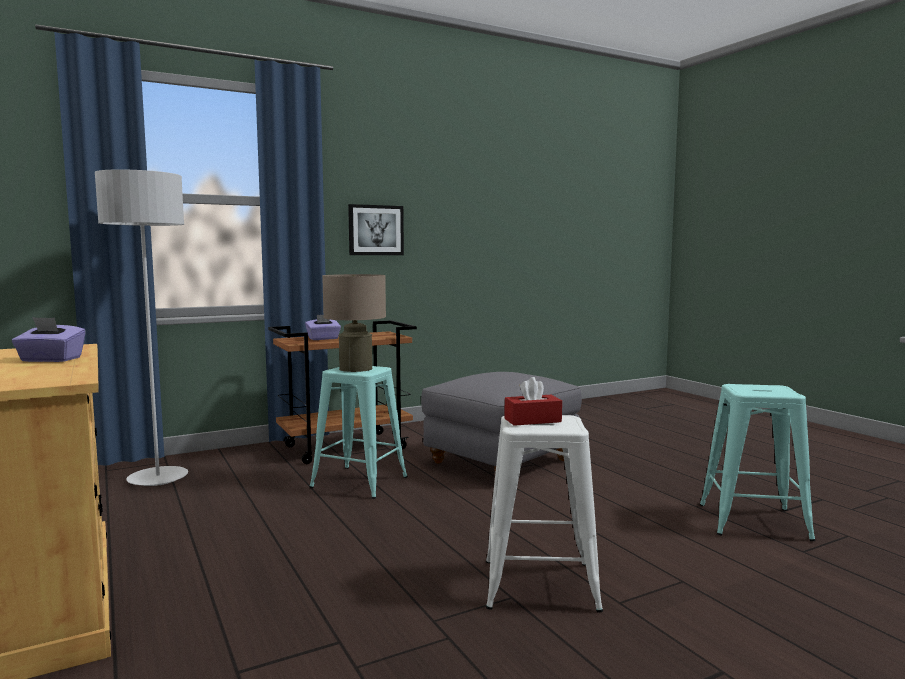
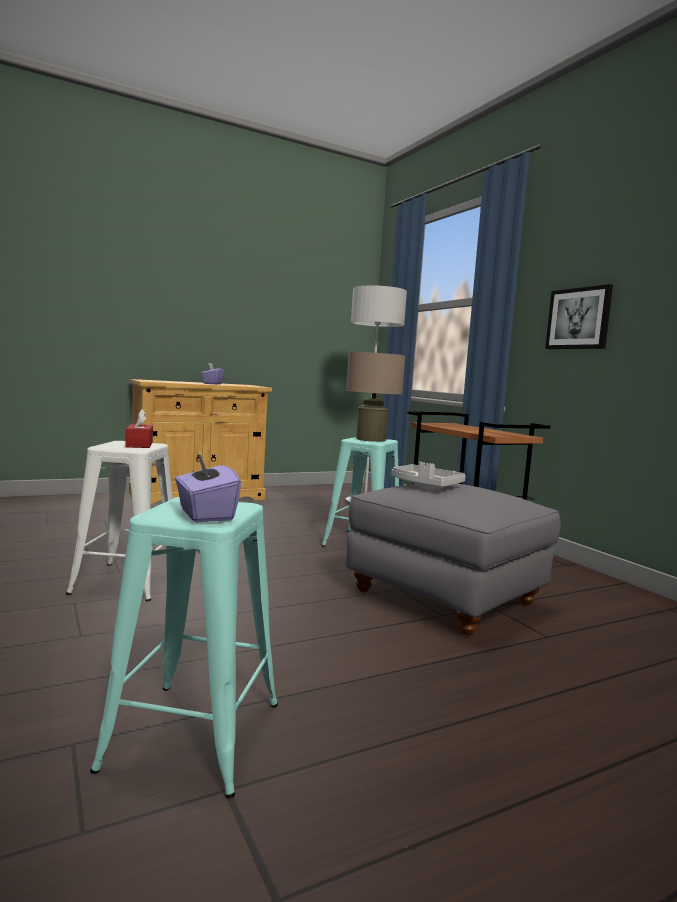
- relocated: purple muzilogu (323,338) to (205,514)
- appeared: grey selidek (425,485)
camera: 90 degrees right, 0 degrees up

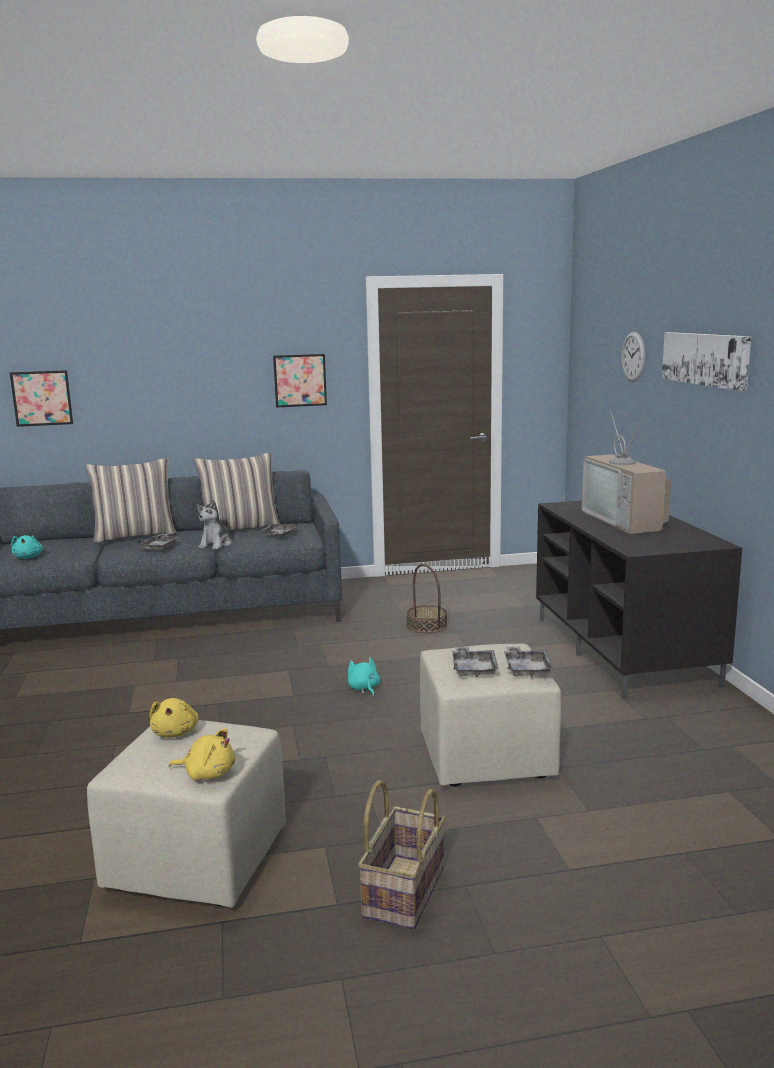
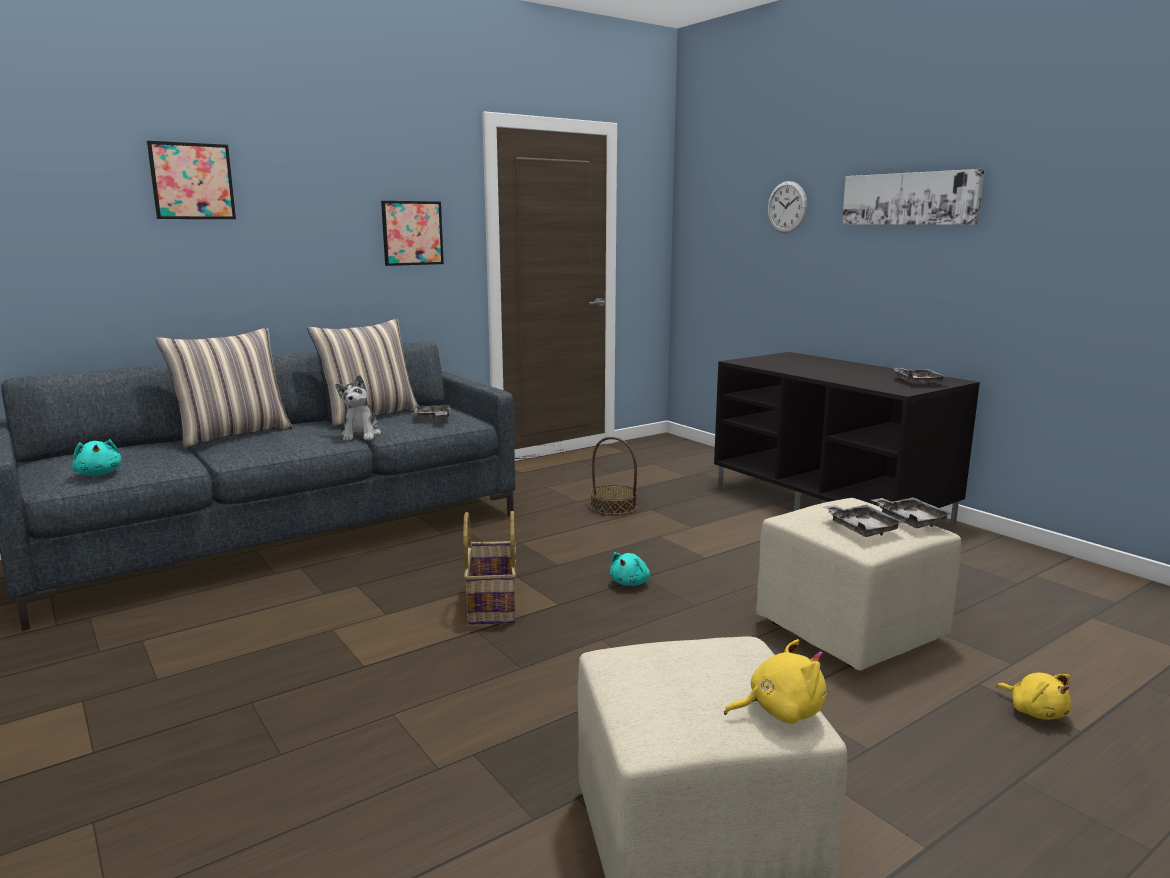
- relocated: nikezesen (42,398) to (192,181)
- missing: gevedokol (626,520)
- relocated: grey selidek (160,547) to (917,382)
- spun: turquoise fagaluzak (364,689) = (630,583) 105 degrees counterclockwise
- relocated: yellow fagaluzak (175,732) to (1035,711)
- relocated: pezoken (403,891) to (491,604)
camera: 25 degrees left, 0 degrees up

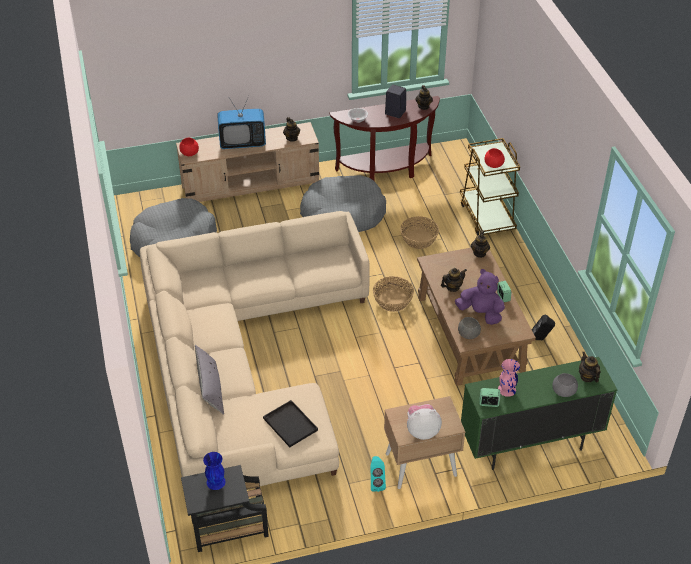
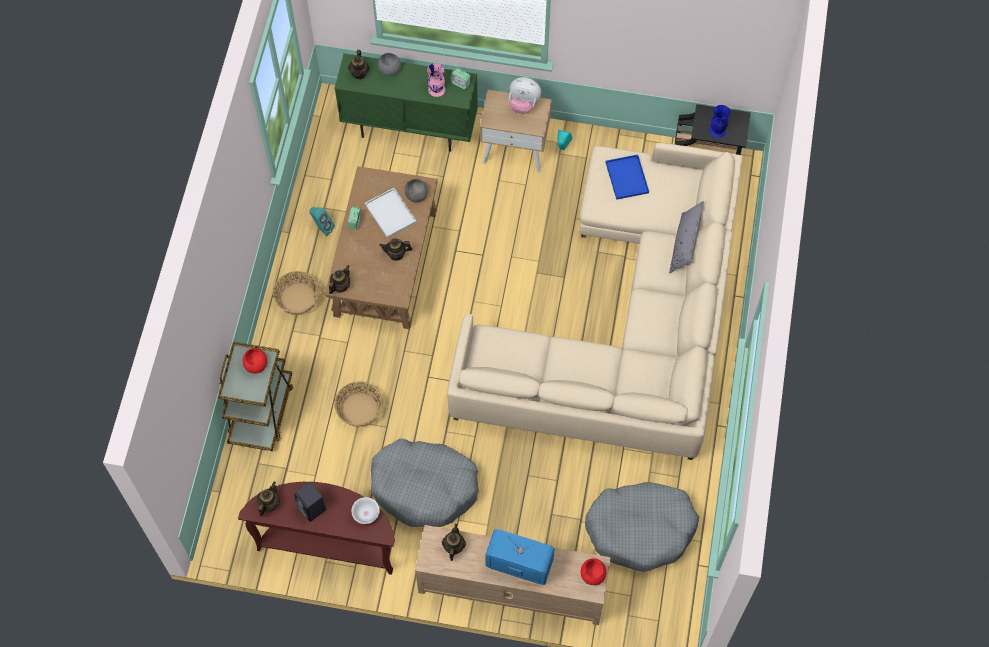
- exchanged: purple fagaluzak (480,313) to white selidek (389,213)
- relocated: pezoken (393,301) to (297,298)
- colour: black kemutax (540,339) to turquoise kemutax (322,228)
- colour: black selidek (291,424) to blue selidek (626,177)
camera: 155 degrees left, 20 degrees up

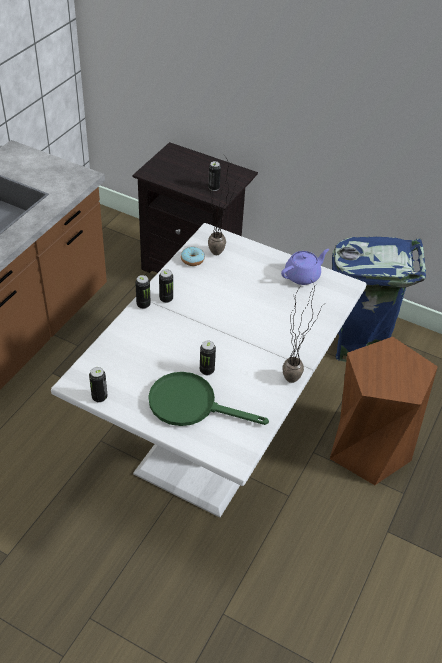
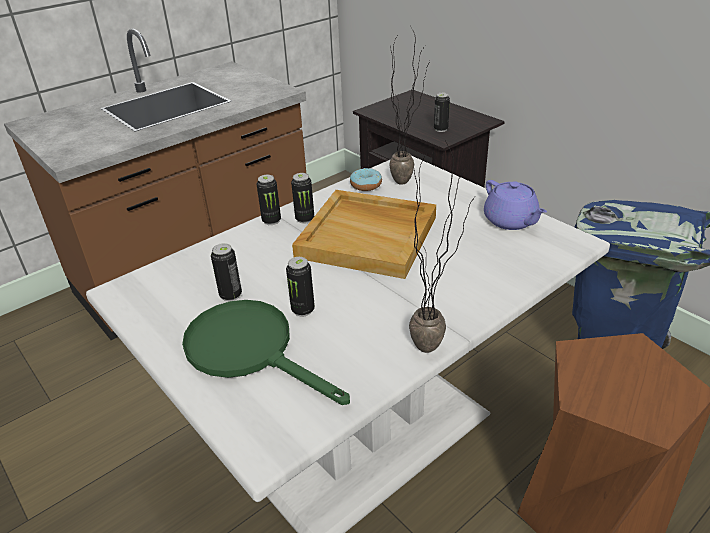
- spun: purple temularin (303,276) = (511,221) 75 degrees clockwise
- relocated: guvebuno (99,397) to (231,295)
- appeared: beige selidek (369,236)
camera: 25 degrees right, 10 degrees down

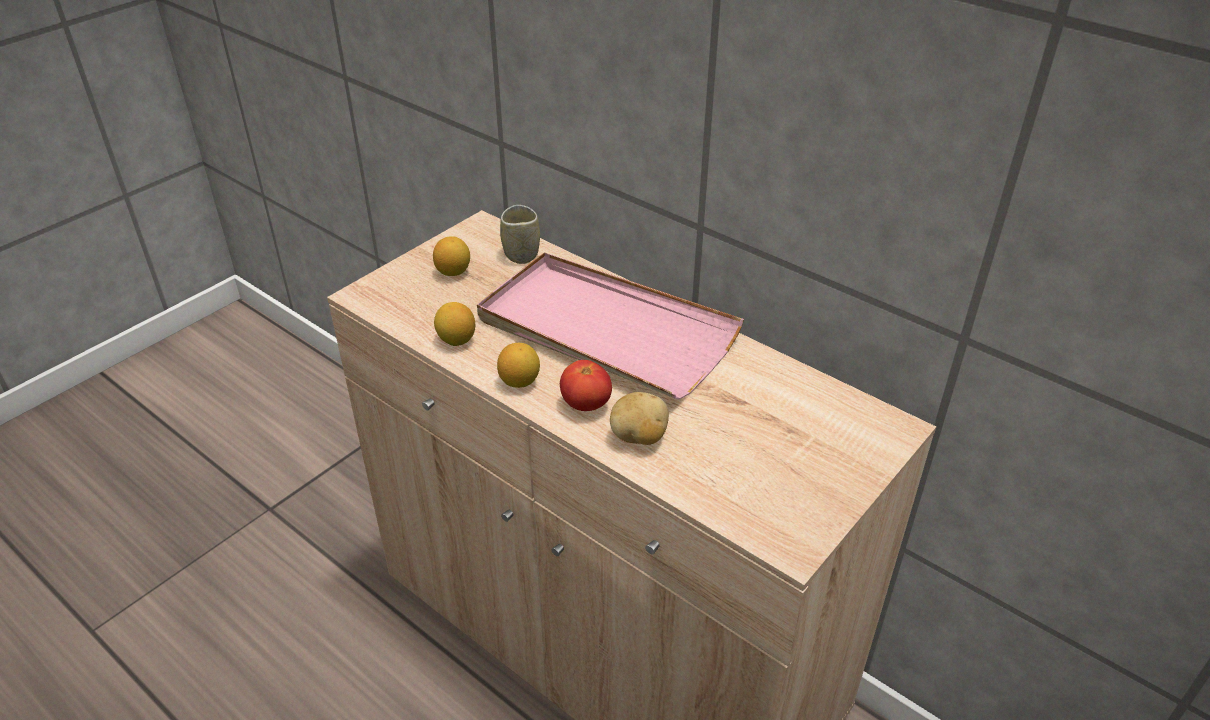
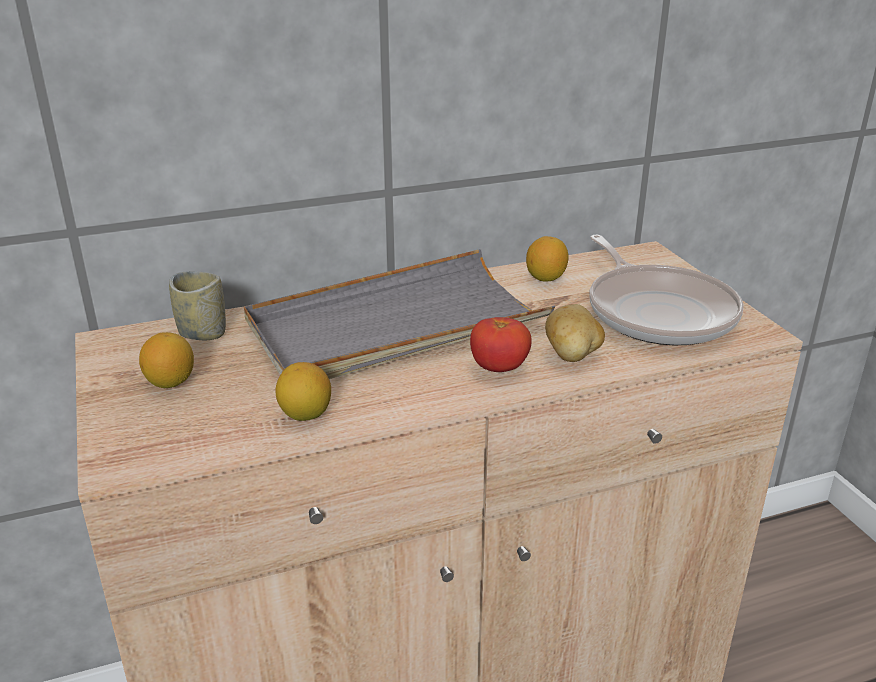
- colour: pink selidek (605,331) to grey selidek (395,326)
- relocated: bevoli (519,381) to (545,278)
- appeared: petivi (657,312)
camera: 60 degrees left, 10 degrees down

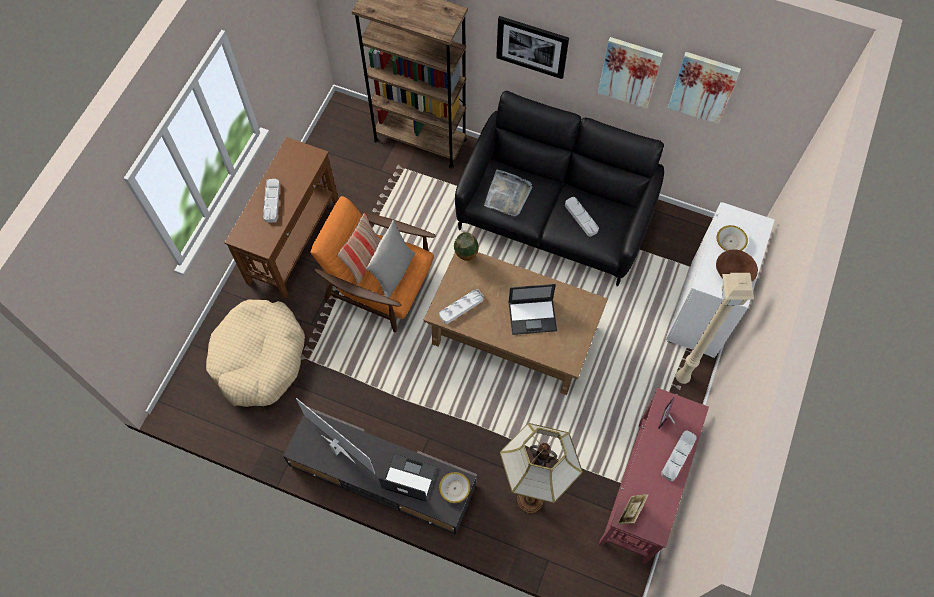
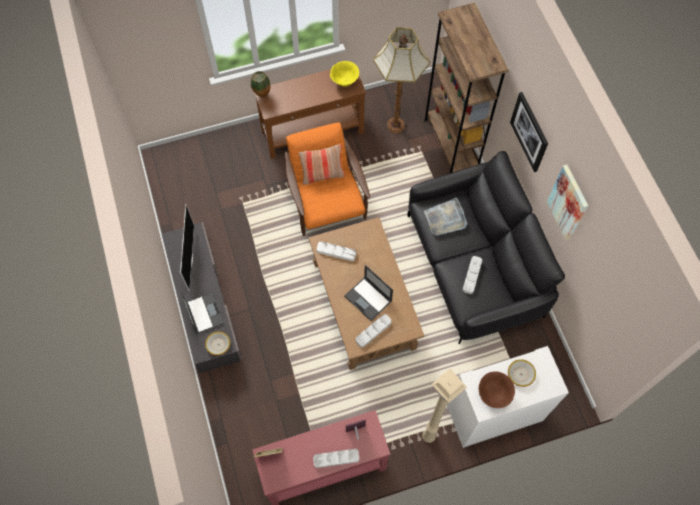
- missing: nikezesen (703,87)
- relocated: grey selidek (272,202) to (373,331)
- missing: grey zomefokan (393,273)
- relocated: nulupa (466,257) to (262,95)
- missing: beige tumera (259,358)
- relocated: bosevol (530,501) to (395,126)
- appeared: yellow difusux (344,81)
camera: 50 degrees right, 0 degrees up

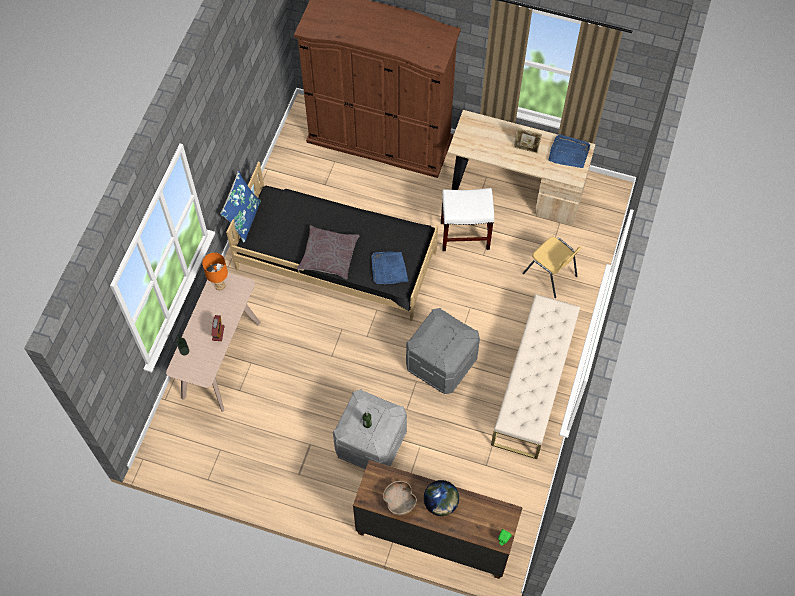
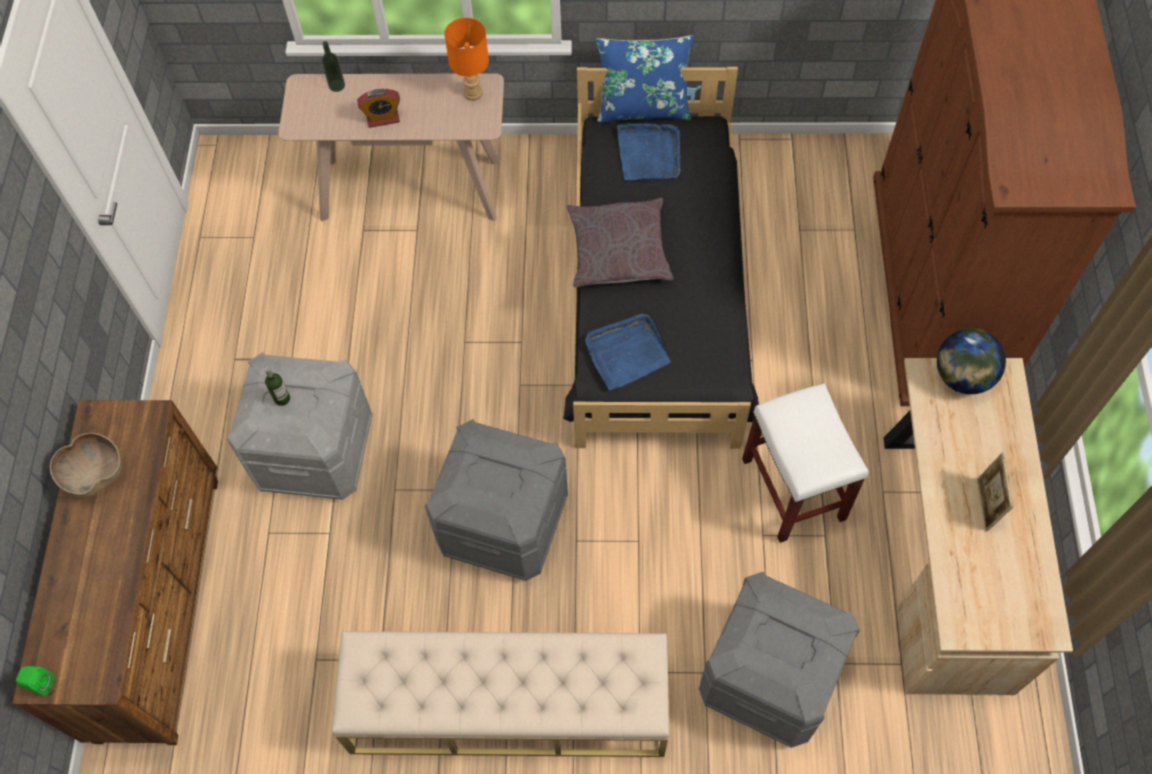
- relocated: blue selidek (568,153) to (649,154)
- exchanged: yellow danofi (550,275) to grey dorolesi (768,677)
- relocated: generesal (441,503) to (962,377)
camera: 75 degrees right, 0 degrees up

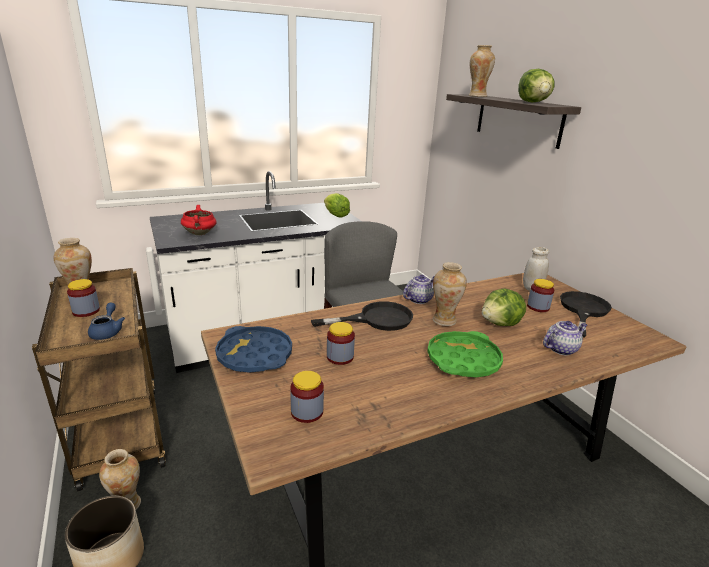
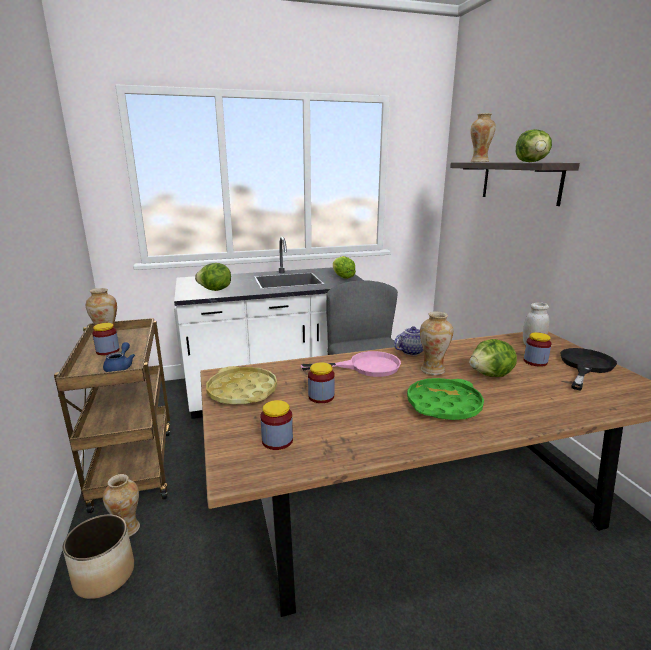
- exchanged: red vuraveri (200,234) to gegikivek (215,290)
- colour: black petivi (376,319) to pink petivi (365,366)
- missing: temularin (561,349)
- colour: blue selidek (254,355) to yellow selidek (242,391)
camera: 10 degrees right, 5 degrees down

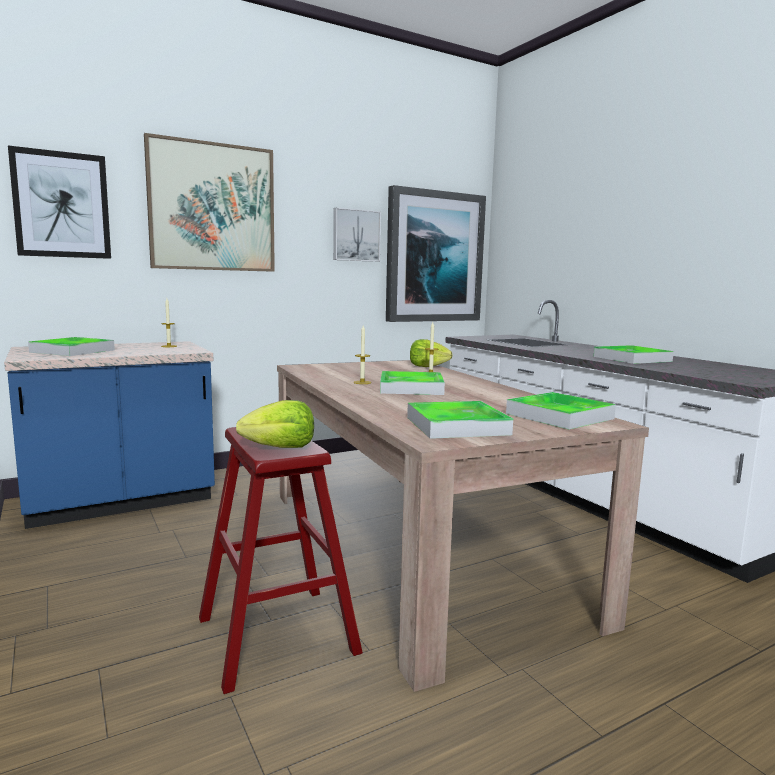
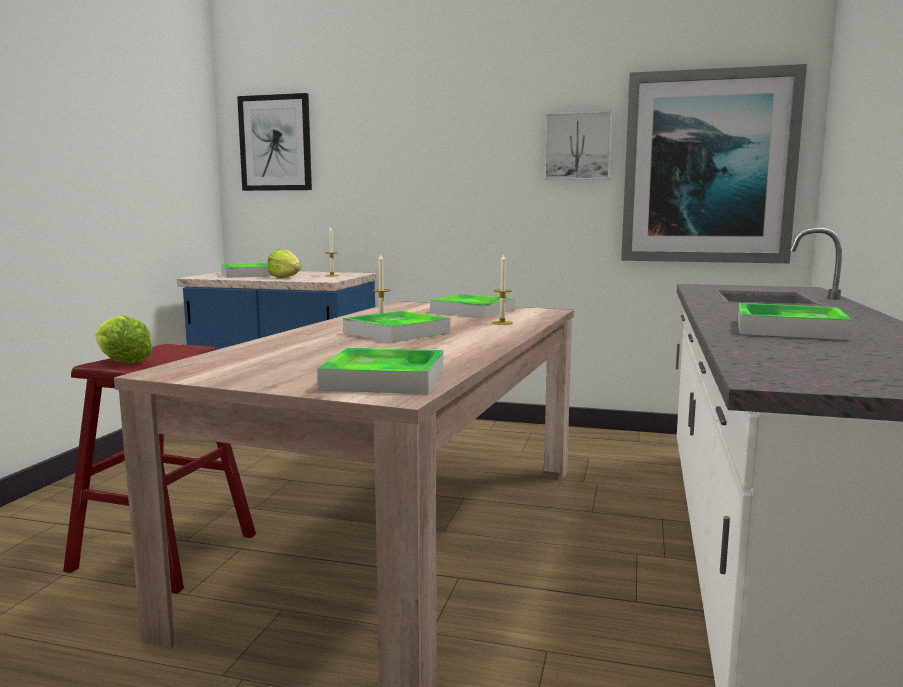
- missing: nikezesen (212,207)
- relocated: gegikivek (427,366) to (285,278)
- relocated: selidek (457,426) to (472,311)
camera: 45 degrees right, 0 degrees up

